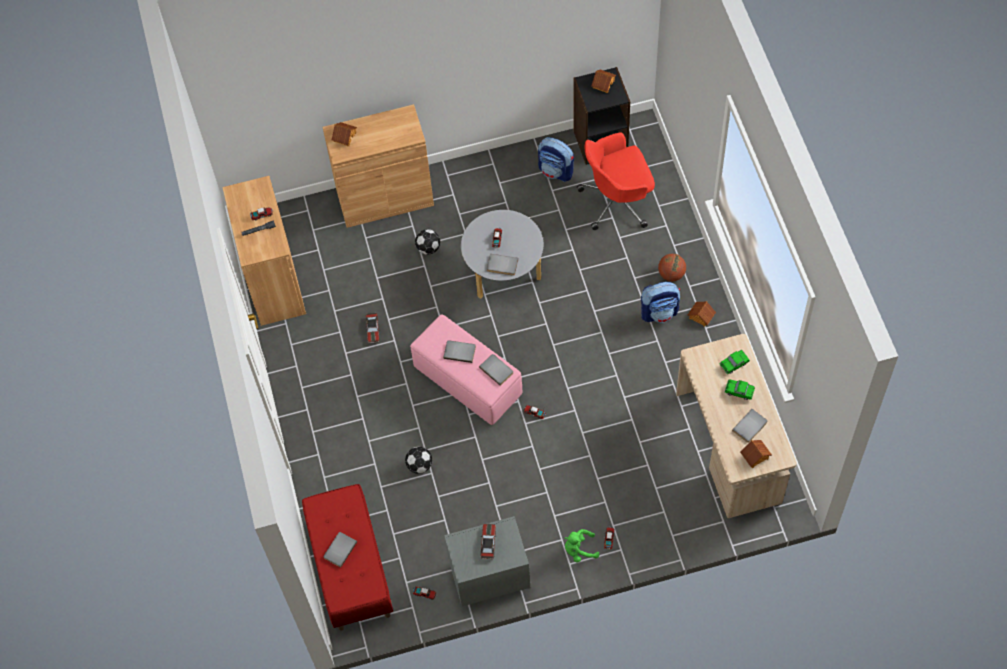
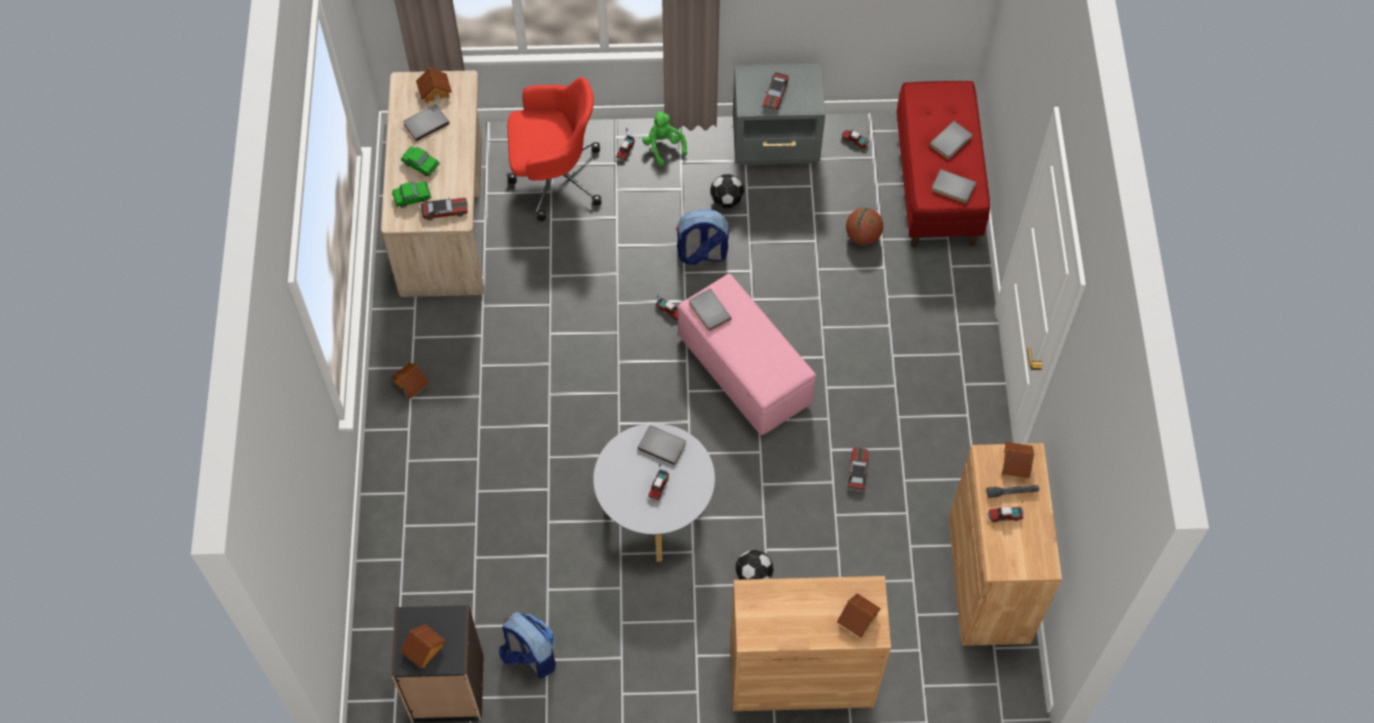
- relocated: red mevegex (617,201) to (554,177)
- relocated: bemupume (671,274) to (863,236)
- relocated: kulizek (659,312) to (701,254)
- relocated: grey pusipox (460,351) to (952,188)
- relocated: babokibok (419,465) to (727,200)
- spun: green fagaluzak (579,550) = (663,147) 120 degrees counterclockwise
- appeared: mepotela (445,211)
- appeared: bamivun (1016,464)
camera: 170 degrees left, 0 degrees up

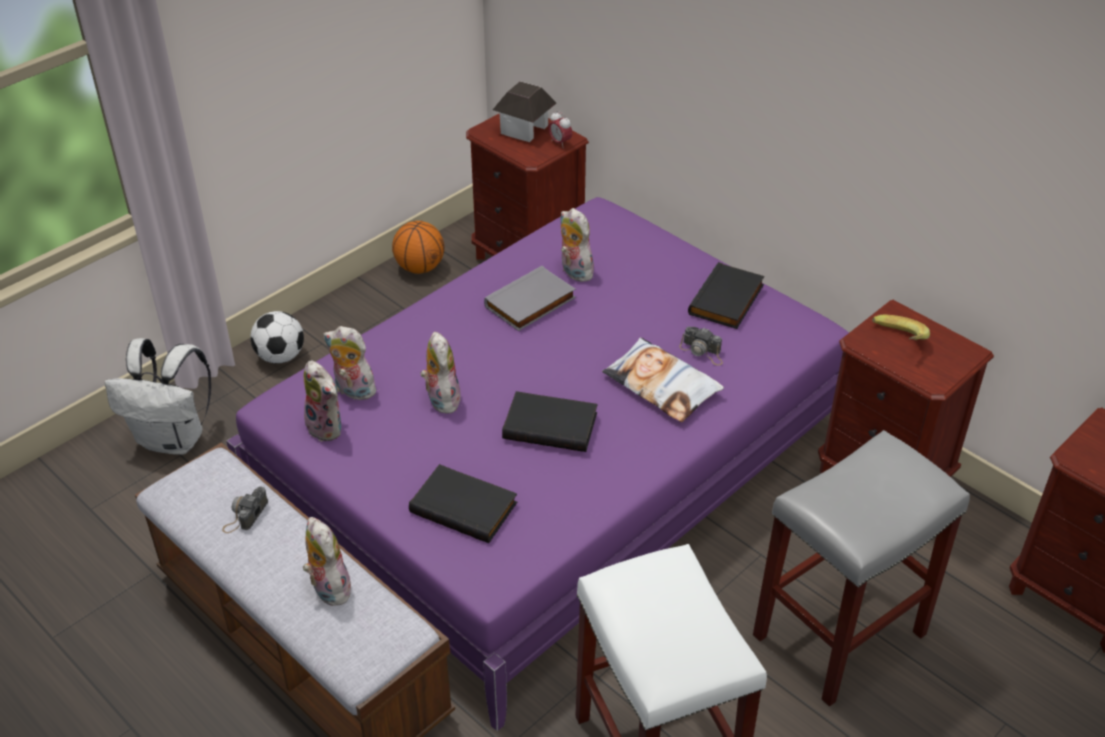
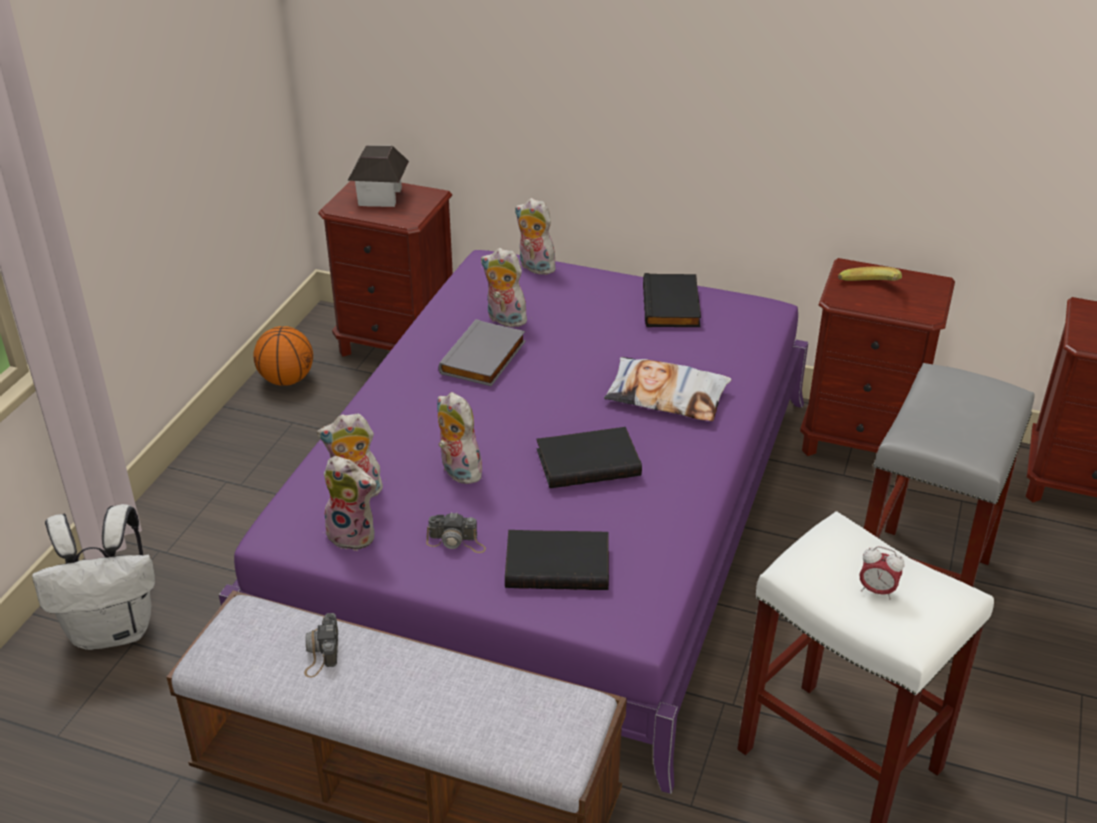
- relocated: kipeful (560,143) to (876,591)
- missing: babokibok (281,356)
- relocated: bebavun (702,351) to (456,541)
- relocated: fagaluzak (328,588) to (534,267)
camera: 25 degrees left, 5 degrees down

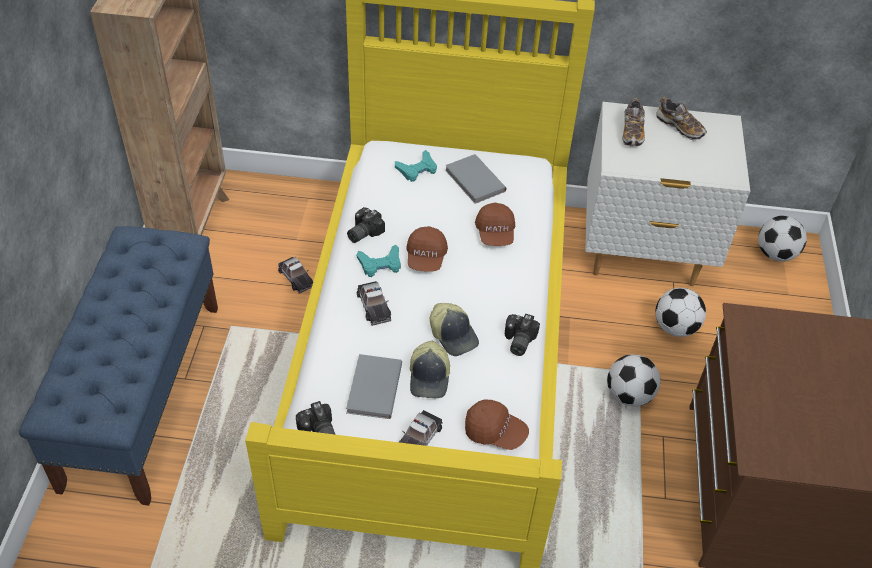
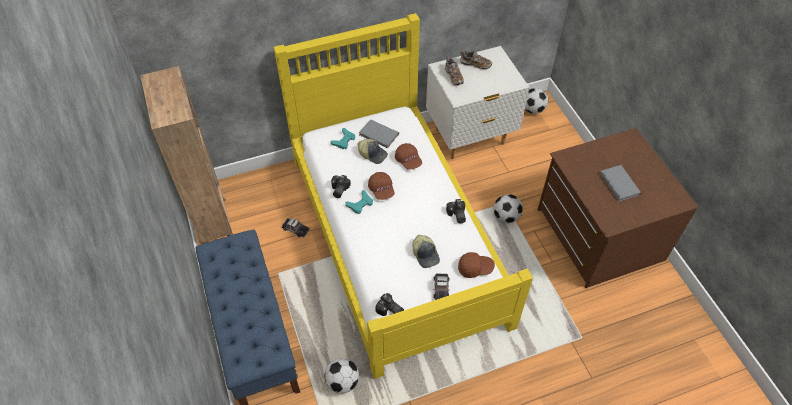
- missing: mepotela (373,306)
- relocated: babokibok (675,327) to (343,382)
- relocated: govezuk (454,335) to (373,154)
- relocated: grey pusipox (372,389) to (618,184)
camera: 25 degrees left, 5 degrees up

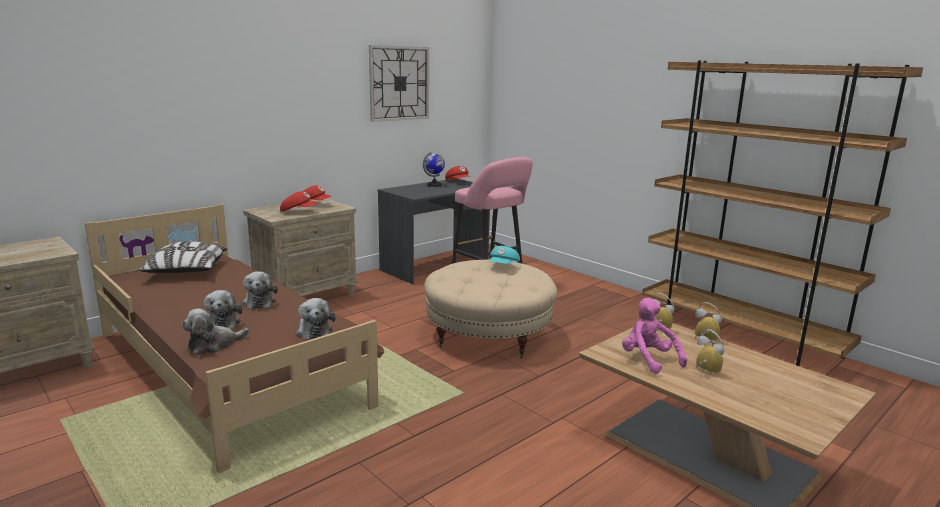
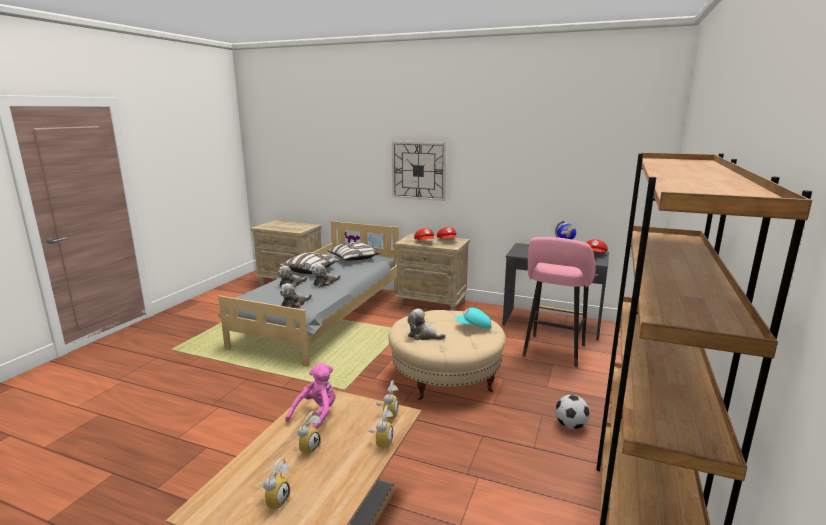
- relocated: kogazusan (399,83) to (418,170)
- colour: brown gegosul (229,368) to grey gegosul (324,317)
- relocated: fagaluzak (213,345) to (423,335)
- appeared: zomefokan (310,270)
- appeared: babokibok (570,425)
- appeared: kipeful (275,500)
camera: 65 degrees right, 0 degrees up

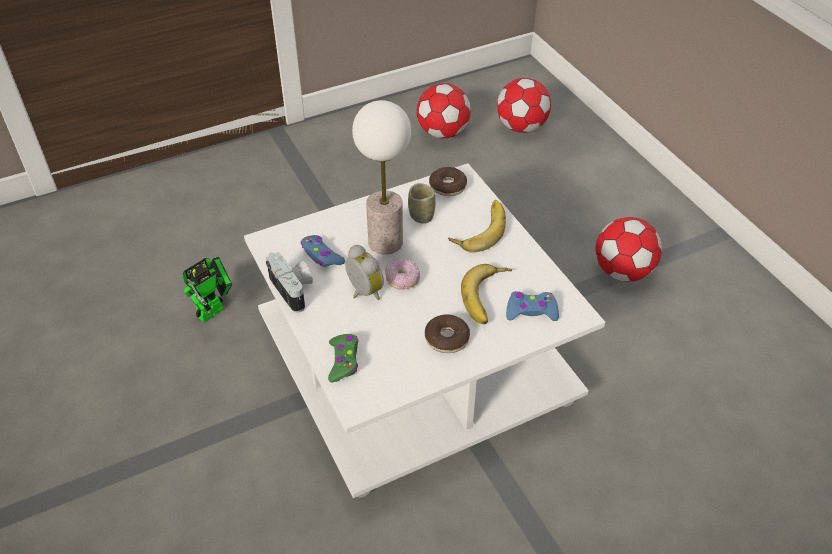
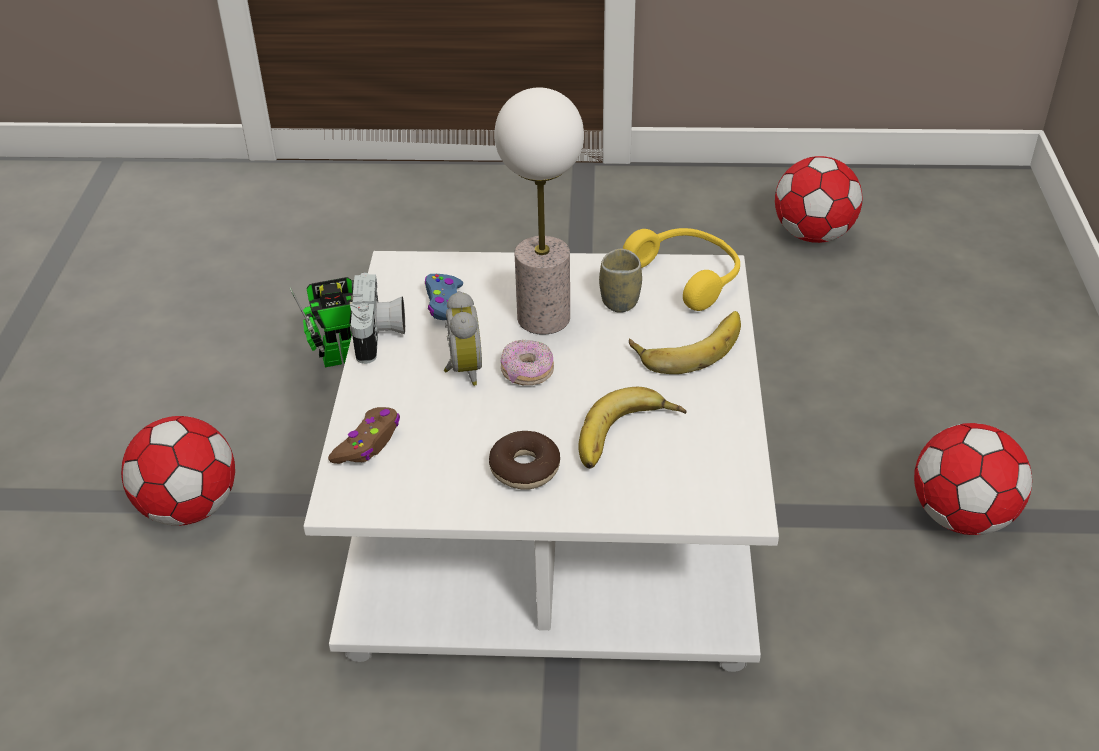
- relocated: babokibok (521,127) to (190,508)
- exchanged: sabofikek (447,186) to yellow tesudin (688,276)
- missing: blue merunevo (531,311)
- colour: green merunevo (343,361) to brown merunevo (368,443)
camera: 30 degrees right, 5 degrees down

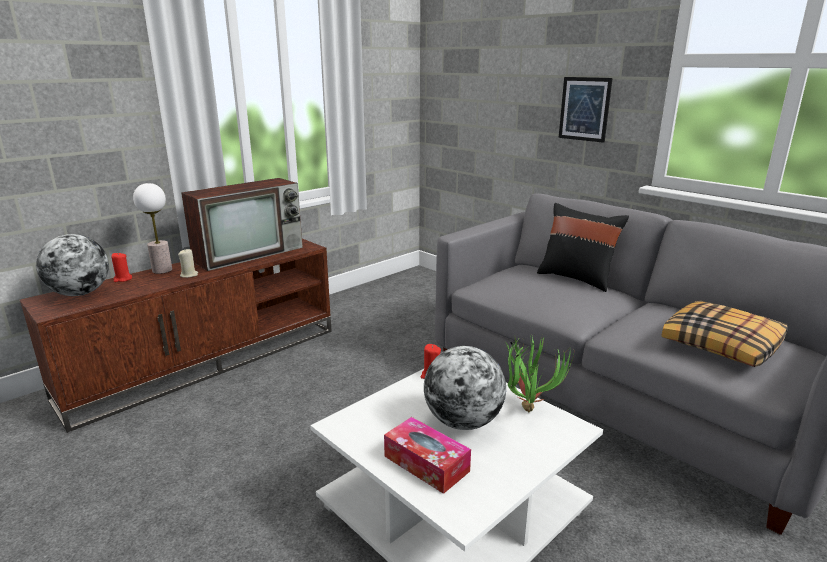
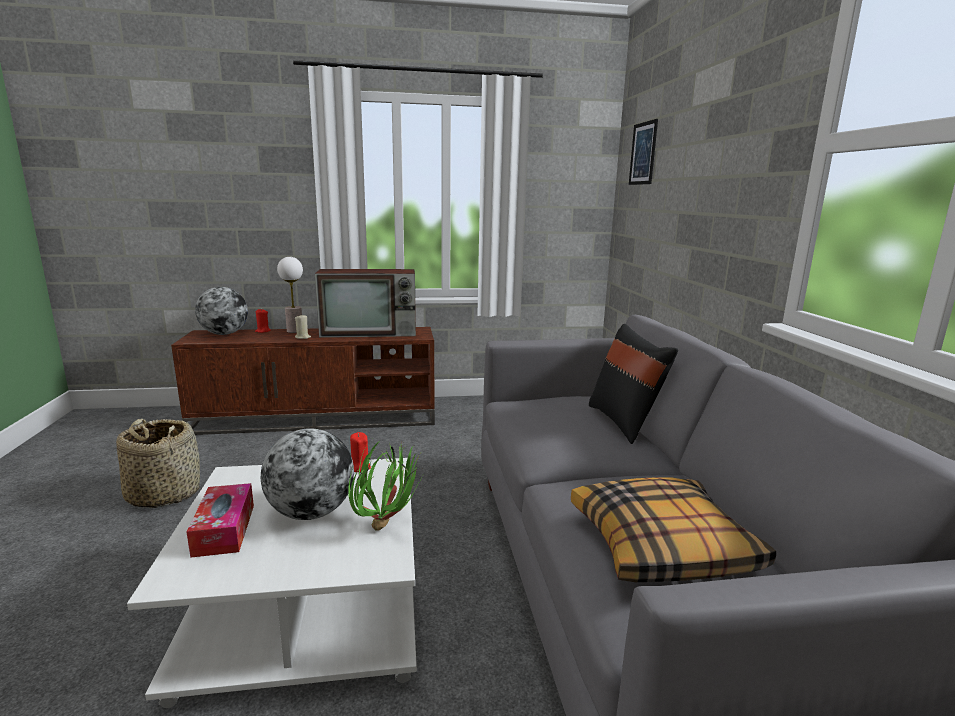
- relocated: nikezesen (584,109) to (643,153)
- appeared: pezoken (164,493)
camera: 35 degrees right, 5 degrees down

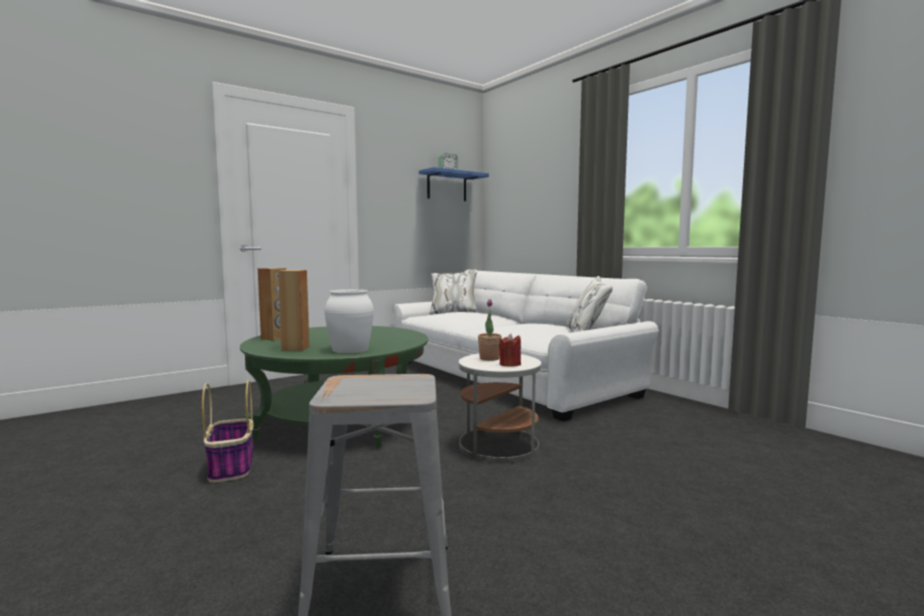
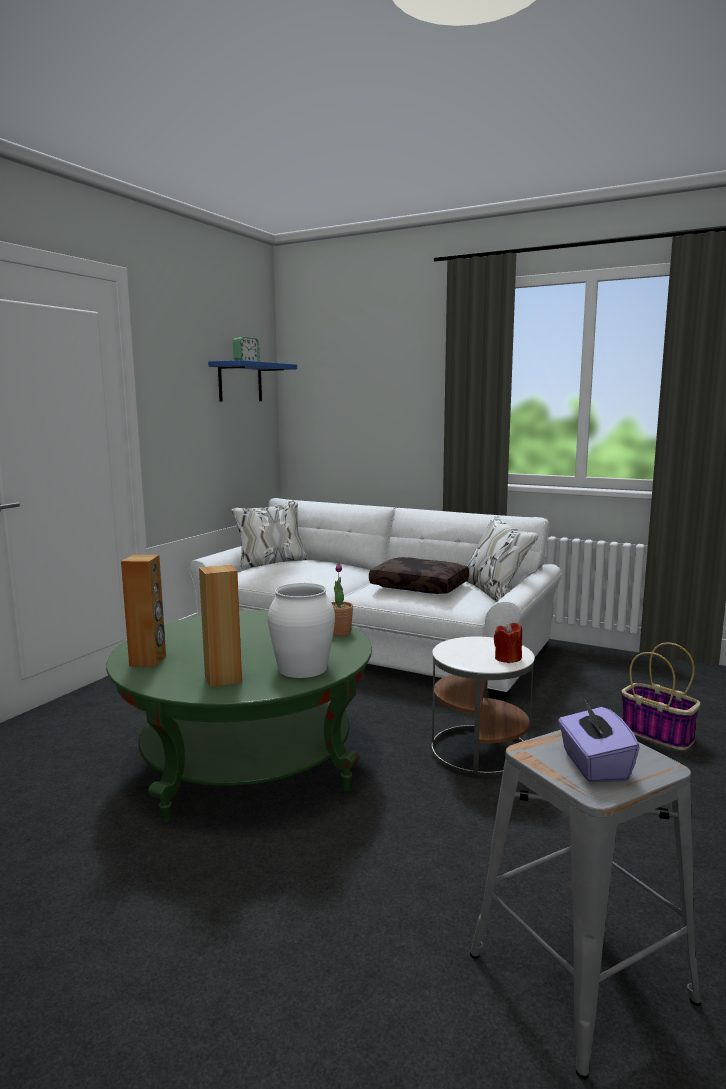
- relocated: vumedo (489,358) to (339,632)
- relocated: pezoken (231,467) to (658,734)
- appeared: brown zomefokan (420,586)
- appeared: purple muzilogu (593,765)
camera: 25 degrees left, 5 degrees up

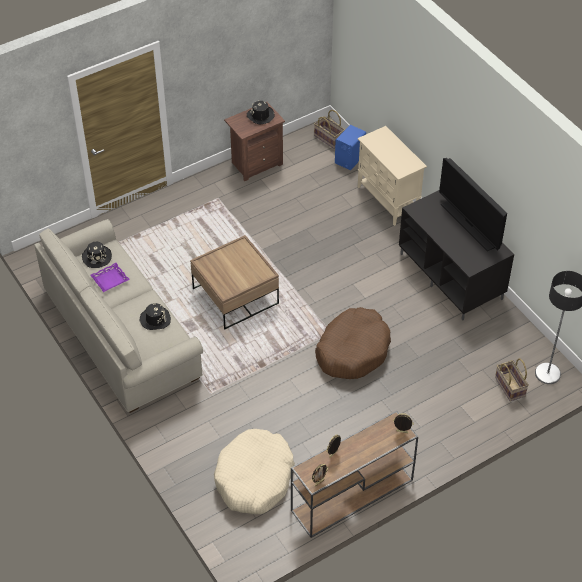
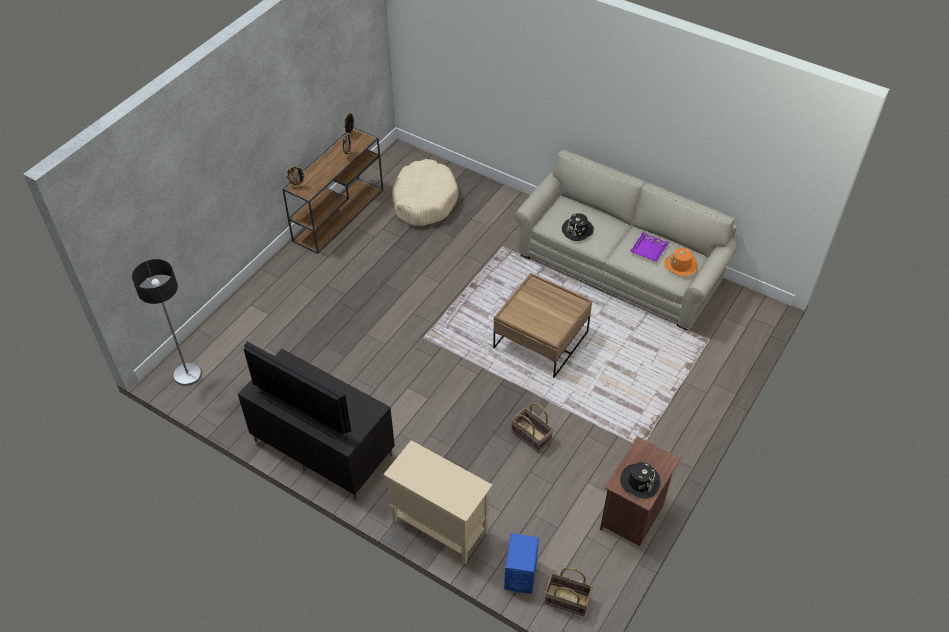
- colour: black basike (97,257) to orange basike (680,265)
- missing: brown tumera (352,350)
- relocated: pezoken (509,387) to (532,436)
camera: 155 degrees right, 0 degrees up

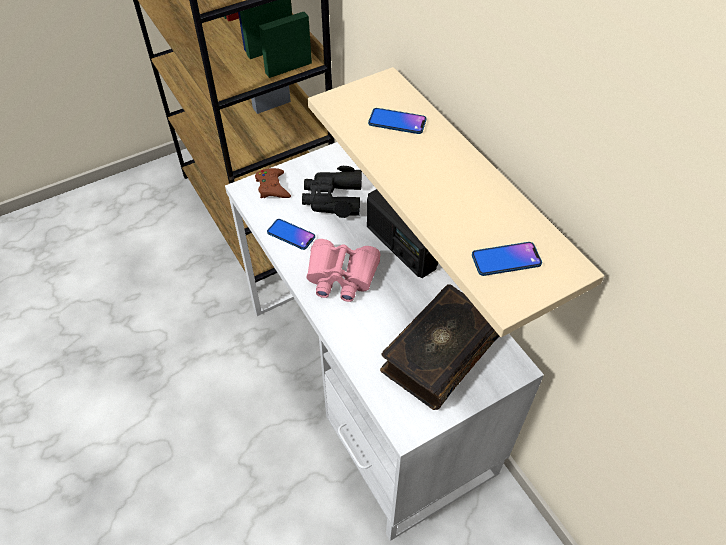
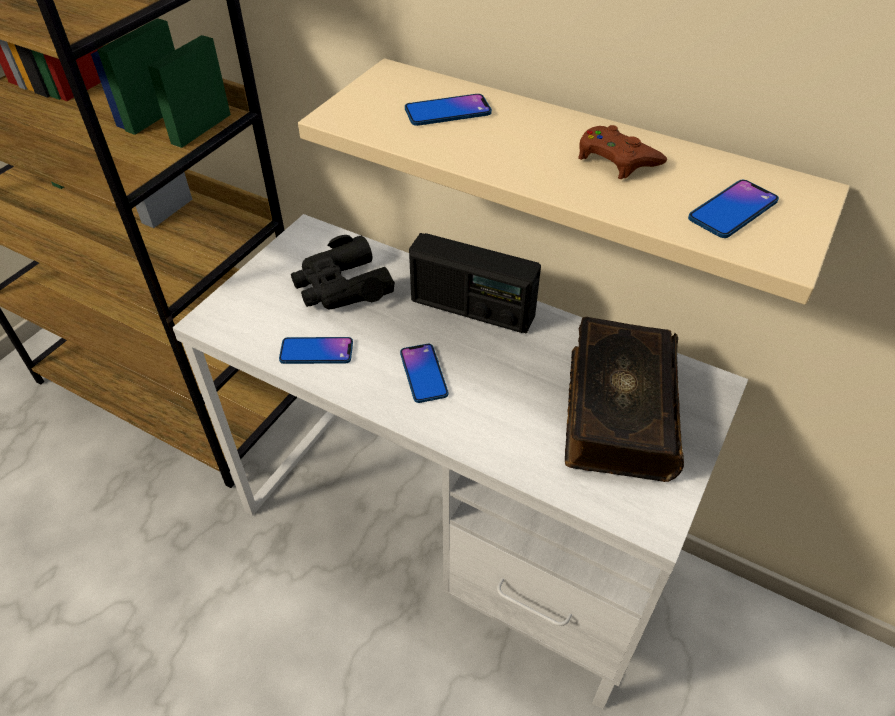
- relocated: brown merunevo (272,187) to (616,159)
- exchanged: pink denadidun (341,276) to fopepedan (423,373)
camera: 30 degrees left, 5 degrees down

